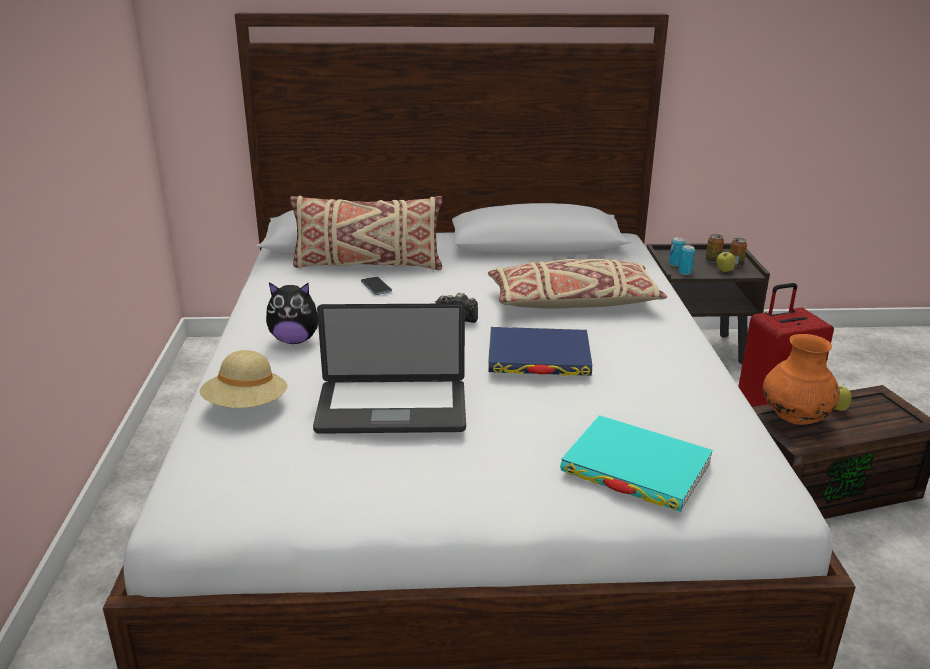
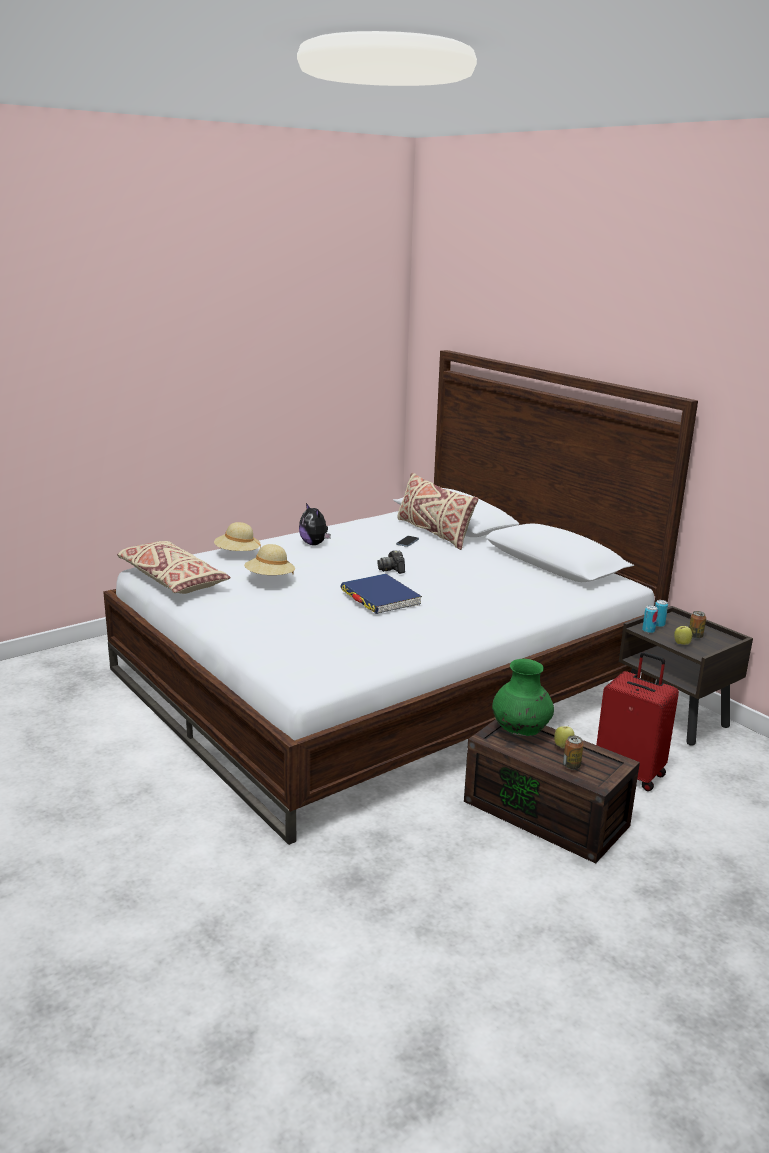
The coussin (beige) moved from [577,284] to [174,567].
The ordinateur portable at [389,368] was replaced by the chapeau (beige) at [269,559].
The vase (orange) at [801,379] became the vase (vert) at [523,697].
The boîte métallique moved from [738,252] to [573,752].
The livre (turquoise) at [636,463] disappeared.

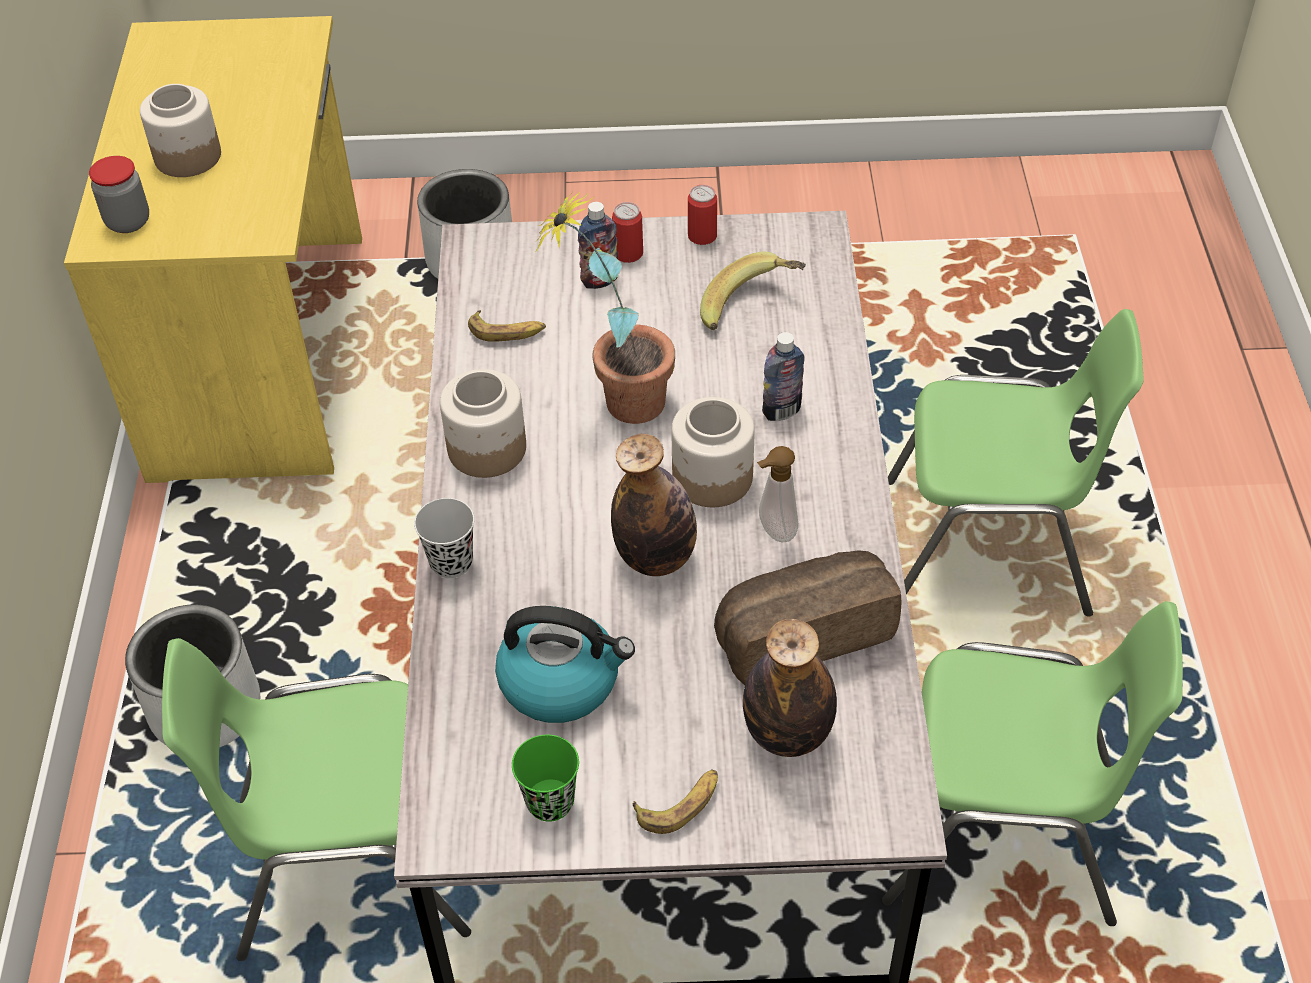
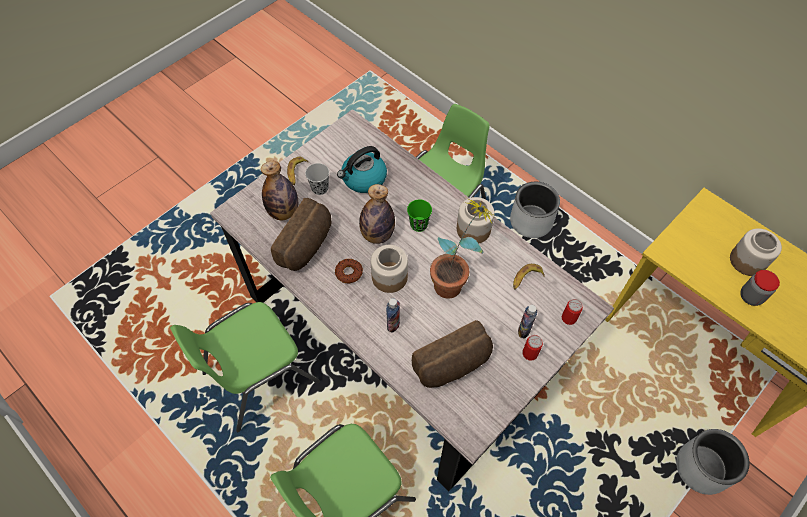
The tasse (noir) moved from [444,538] to [317,179].
The distributeur de savon at [777,494] was replaced by the beignet at [349,270].
The tasse (vert) moved from [545,778] to [419,215].
The banane at [753,291] was replaced by the pain at [452,354].
The boîte métallique moved from [702,215] to [572,312].
The bocal moved from [119,194] to [760,288].

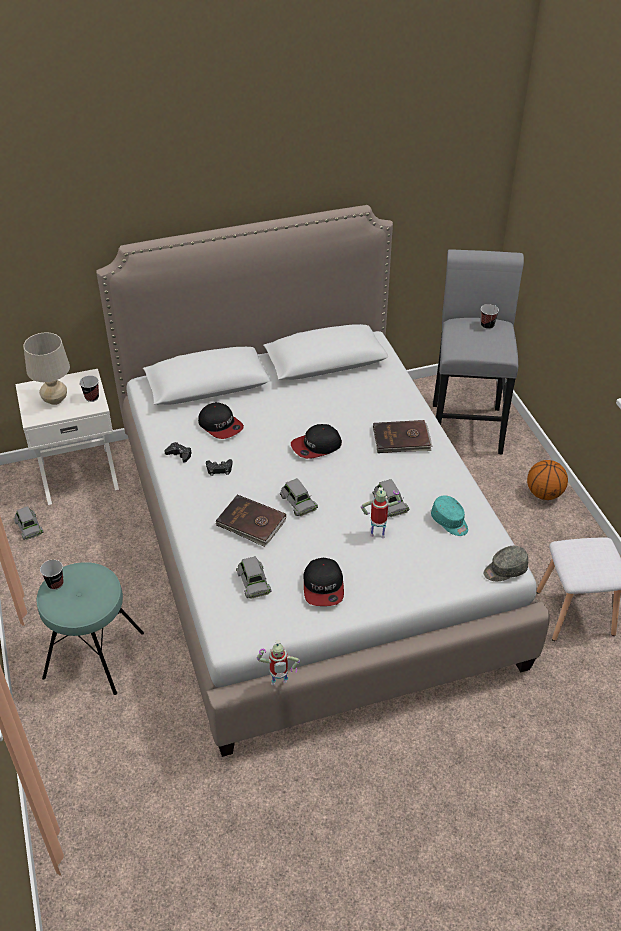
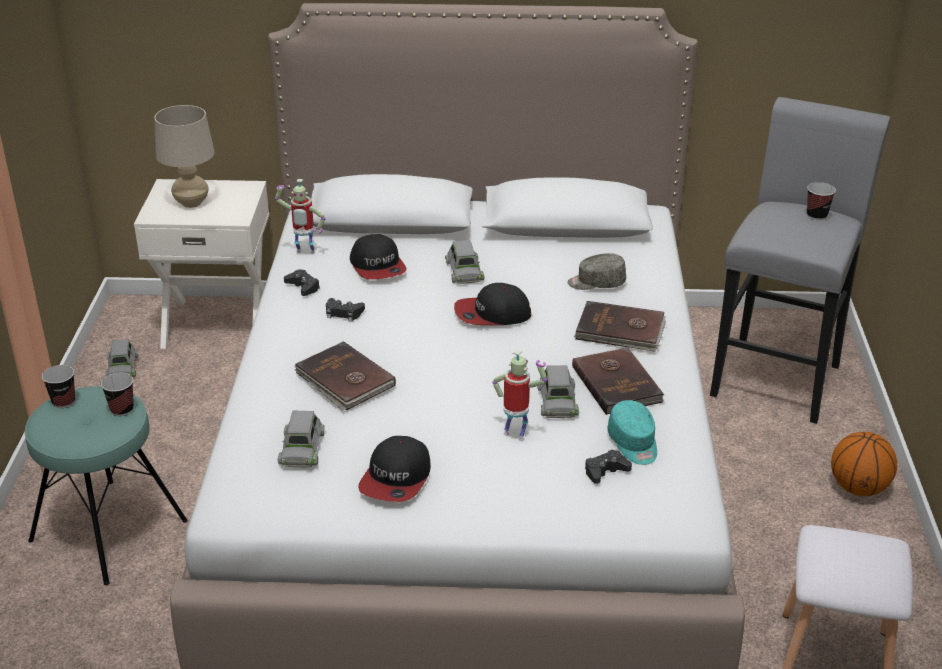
The tasse moved from [89,389] to [117,394].
The robot jouet moved from [278,662] to [300,216].
The petite voiture (gris) moved from [299,497] to [465,262].
The casquette (gris) moved from [506,563] to [597,271].
The livre (marron) at [618,381] appeared.
The manette (noir) at [608,466] appeared.

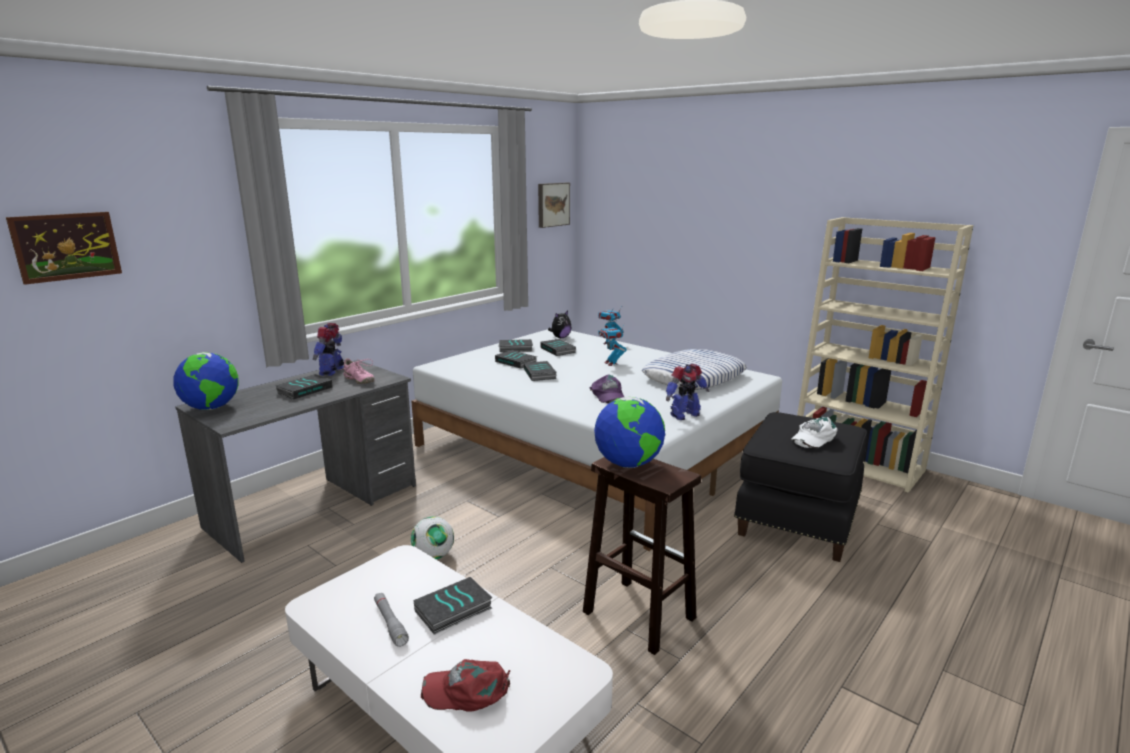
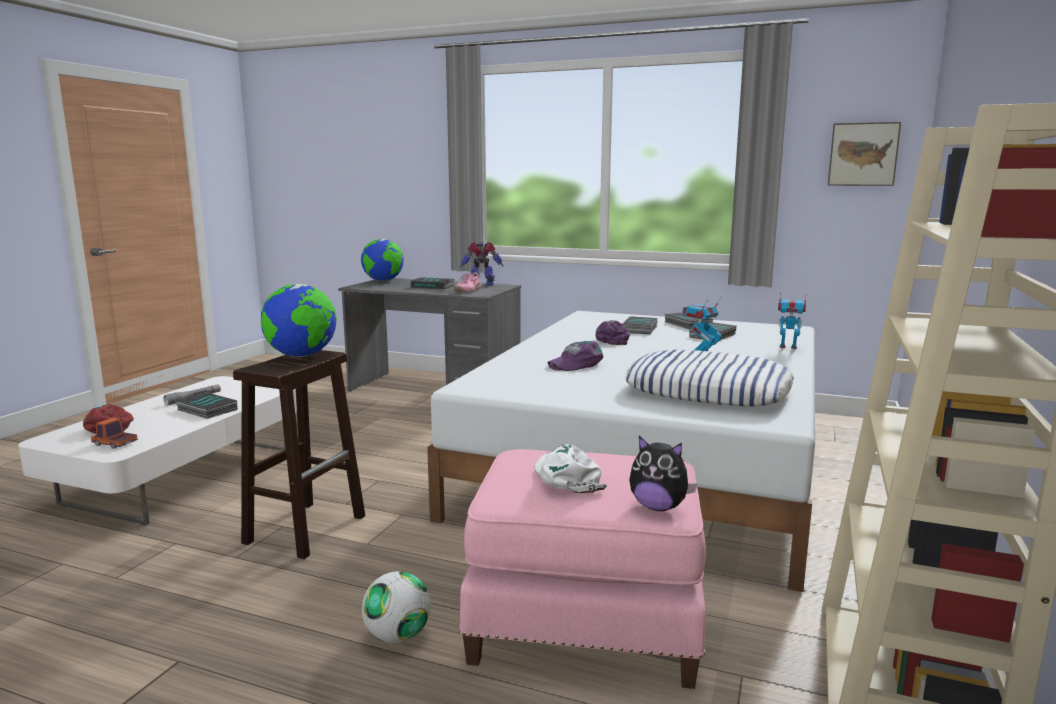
The camion jouet at [114,433] appeared.
The ballon de foot moved from [432,537] to [396,607].
The pouf (noir) at [800,487] became the pouf (rose) at [582,569].
The casquette (blanc) at [814,432] turned 45 degrees clockwise.
The livre at [540,371] was replaced by the casquette (violet) at [612,332].
The peluche moved from [560,324] to [663,473].
The tableau at [64,248] disappeared.
The robot jouet at [687,392] disappeared.

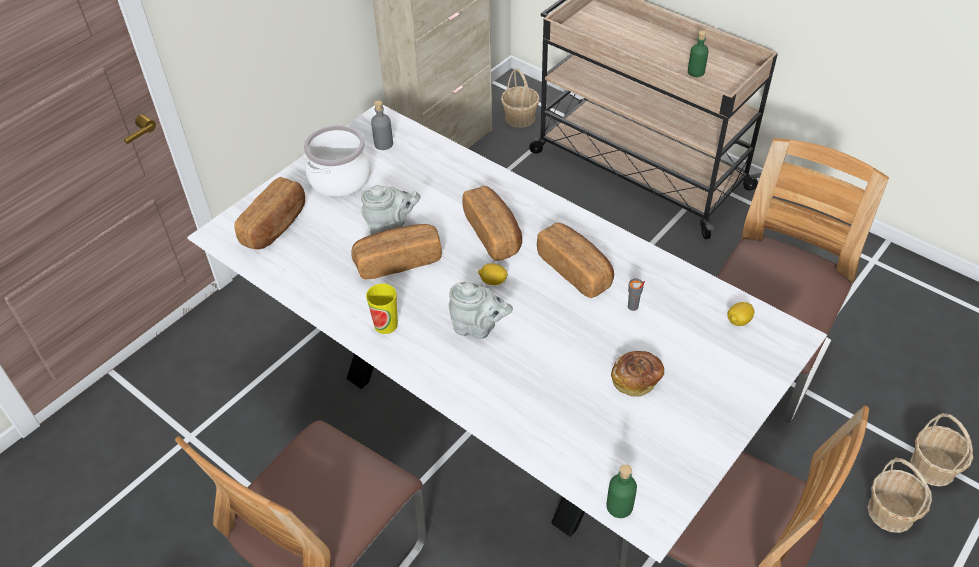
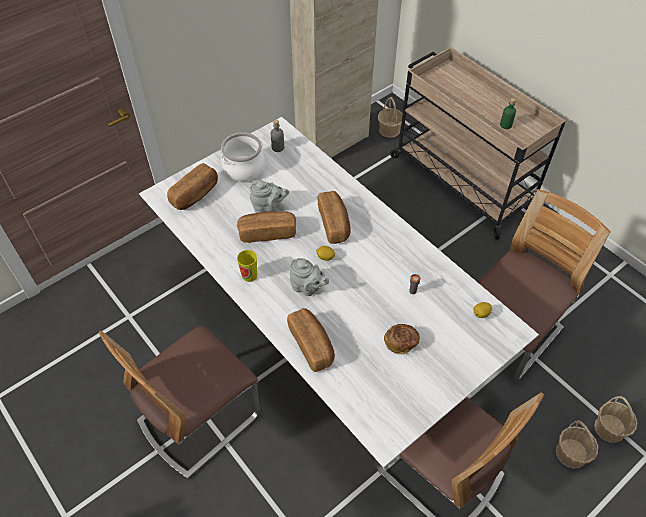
The pain moved from [575,260] to [311,340].
The bouteille (vert) at [621,491] disappeared.

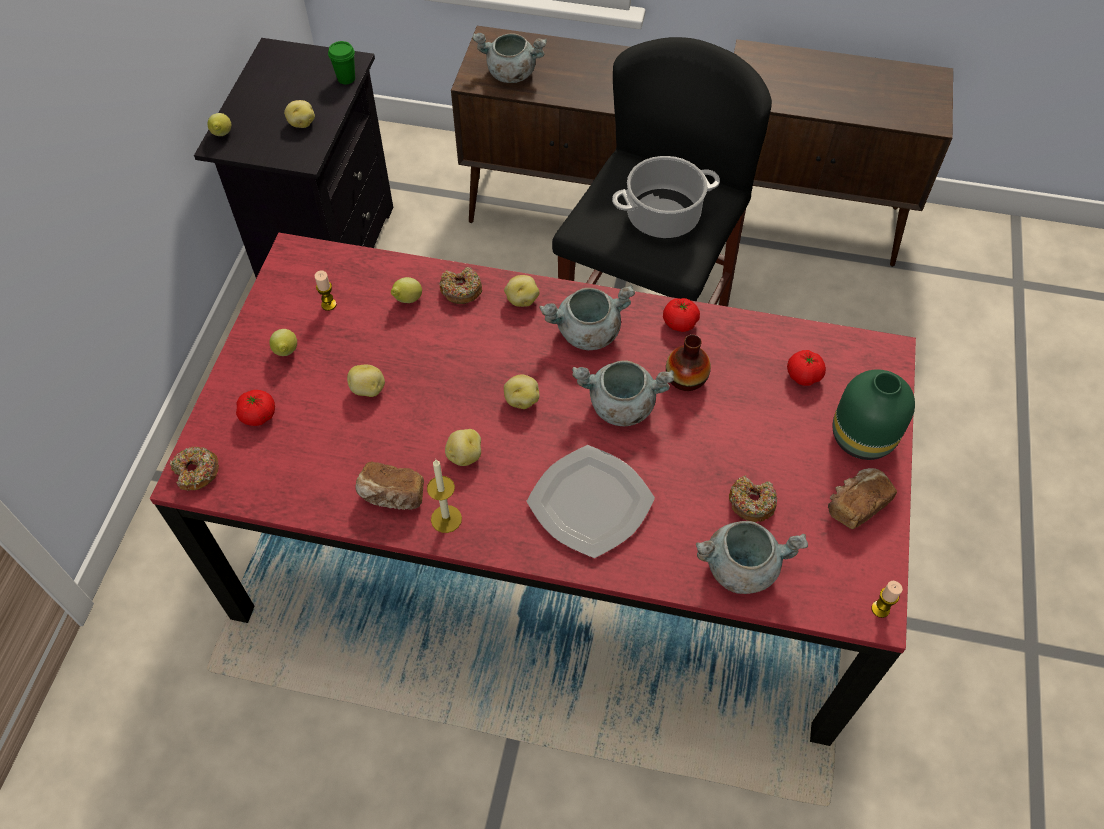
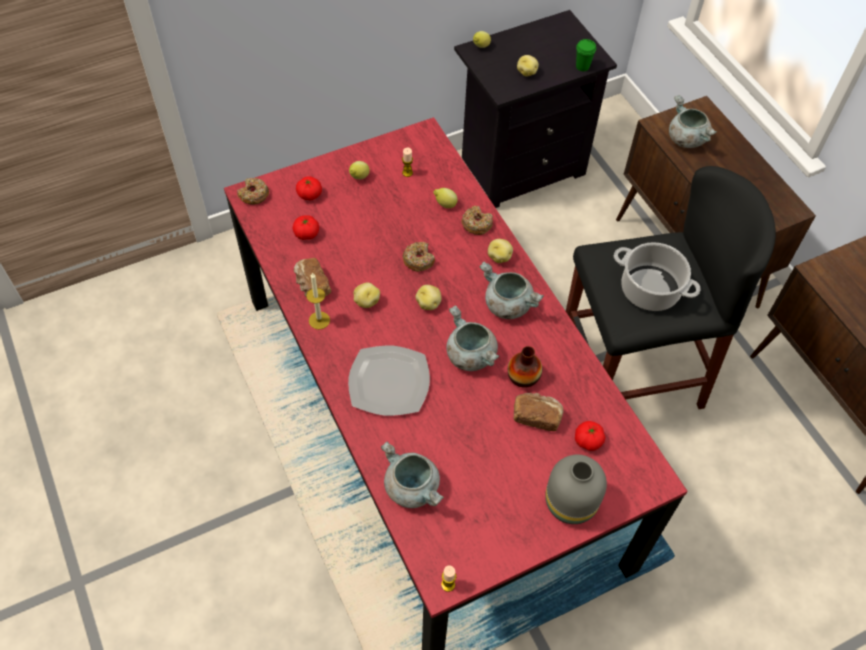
The tomate moved from [681,315] to [305,227].
The beignet moved from [753,498] to [419,257].
The pain moved from [862,498] to [539,412].
The vase (vert) at [873,414] became the vase (gris) at [576,489].
The pomme de terre at [366,381] disappeared.

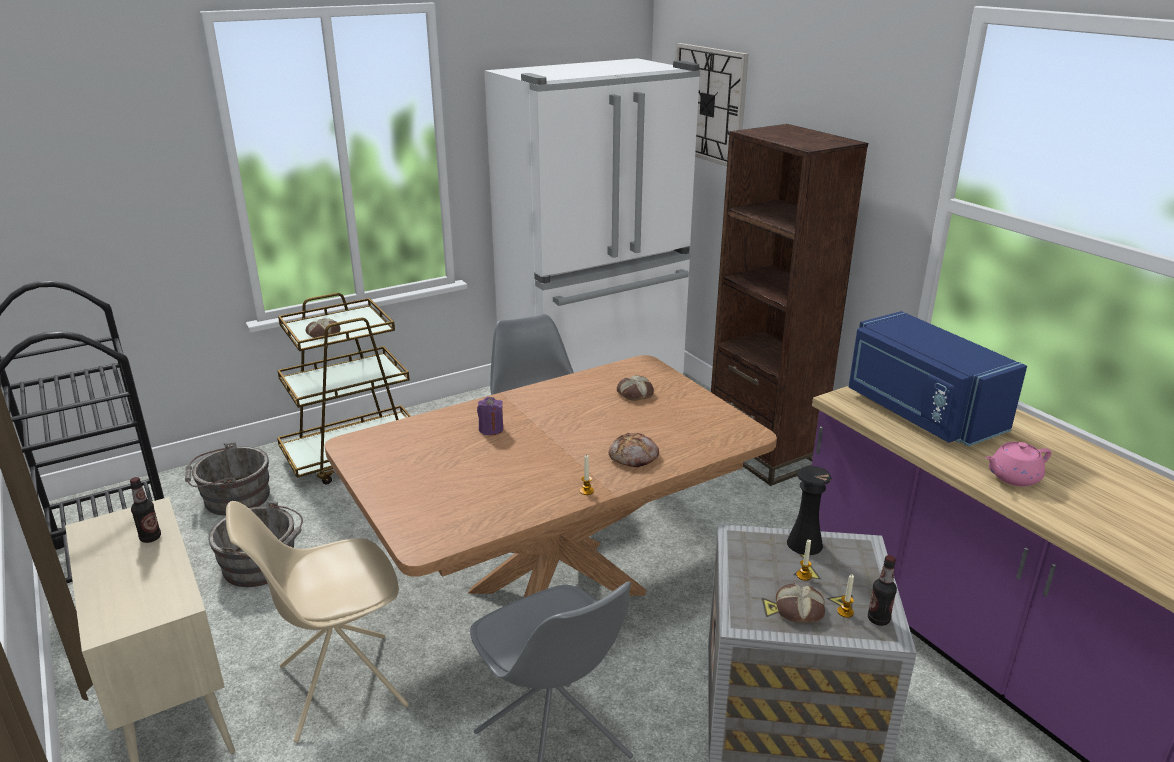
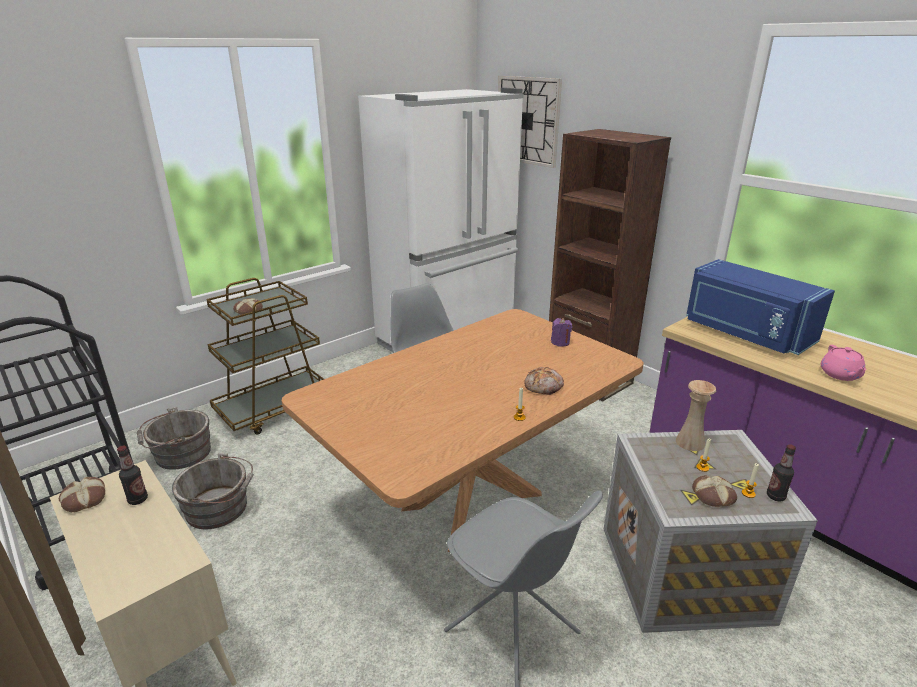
The pain moved from [635,388] to [82,494].
The bougie (violet) moved from [490,416] to [561,332].
The vase (noir) at [809,510] became the vase (beige) at [696,415].
The théière (rose) at [1018,464] turned 60 degrees counterclockwise.
The chaise (beige) at [317,622] disappeared.

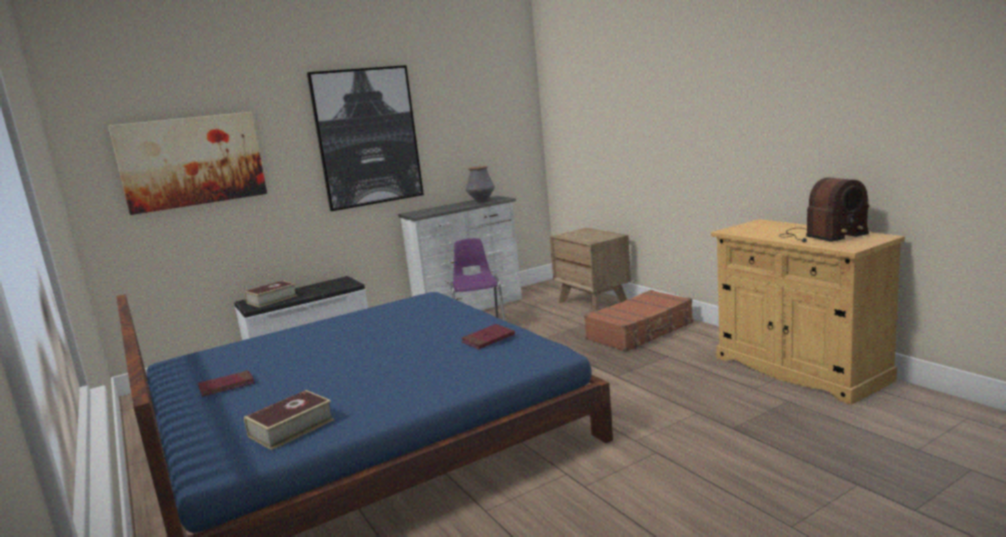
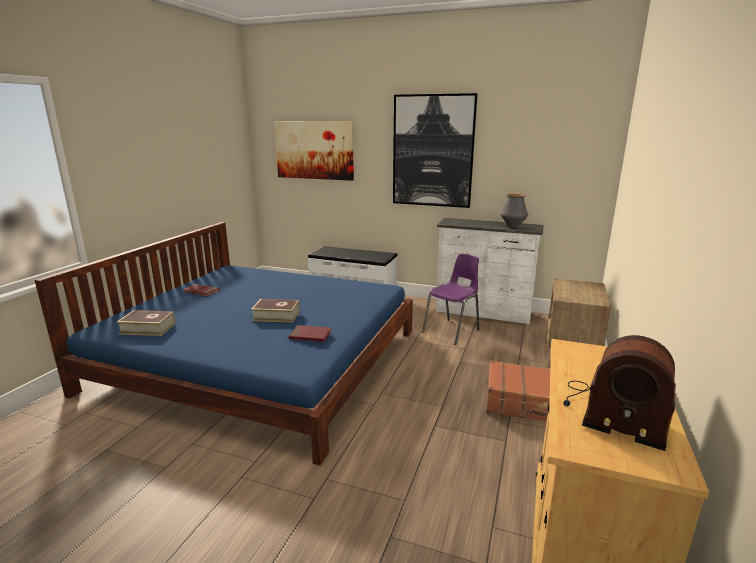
The livre moved from [270,294] to [275,310].

